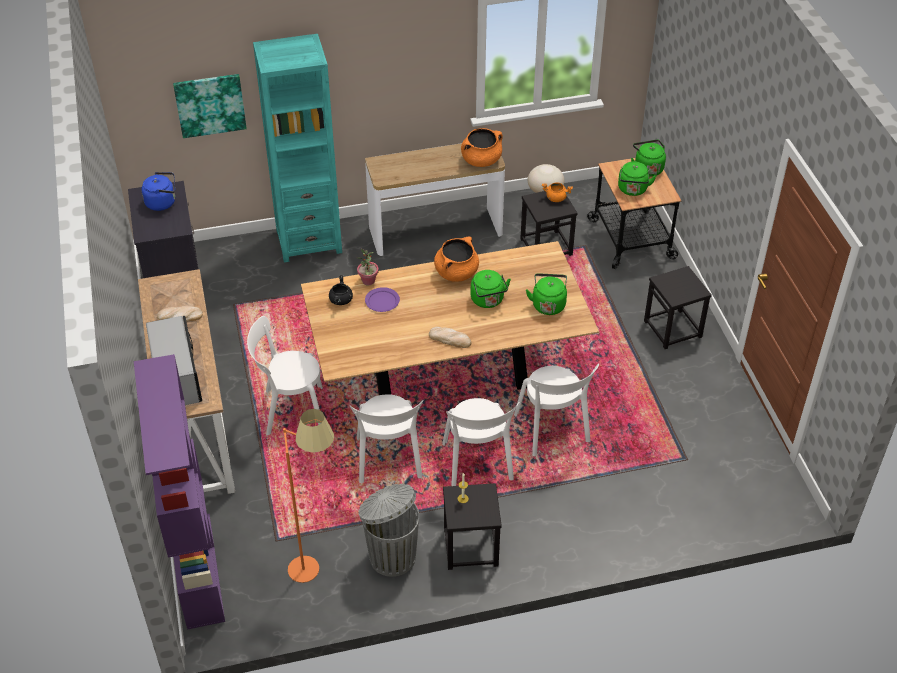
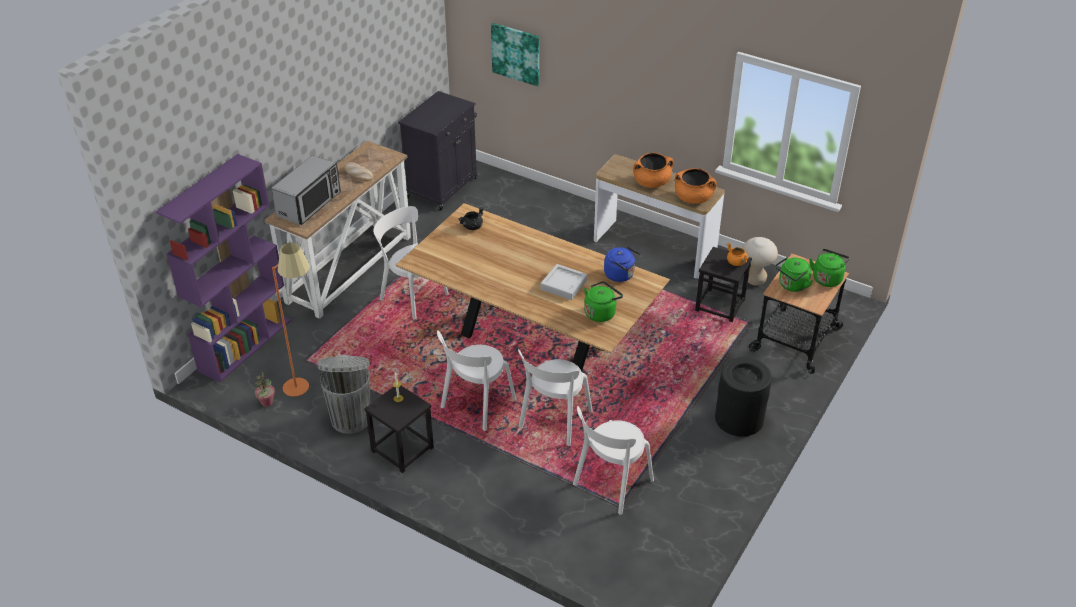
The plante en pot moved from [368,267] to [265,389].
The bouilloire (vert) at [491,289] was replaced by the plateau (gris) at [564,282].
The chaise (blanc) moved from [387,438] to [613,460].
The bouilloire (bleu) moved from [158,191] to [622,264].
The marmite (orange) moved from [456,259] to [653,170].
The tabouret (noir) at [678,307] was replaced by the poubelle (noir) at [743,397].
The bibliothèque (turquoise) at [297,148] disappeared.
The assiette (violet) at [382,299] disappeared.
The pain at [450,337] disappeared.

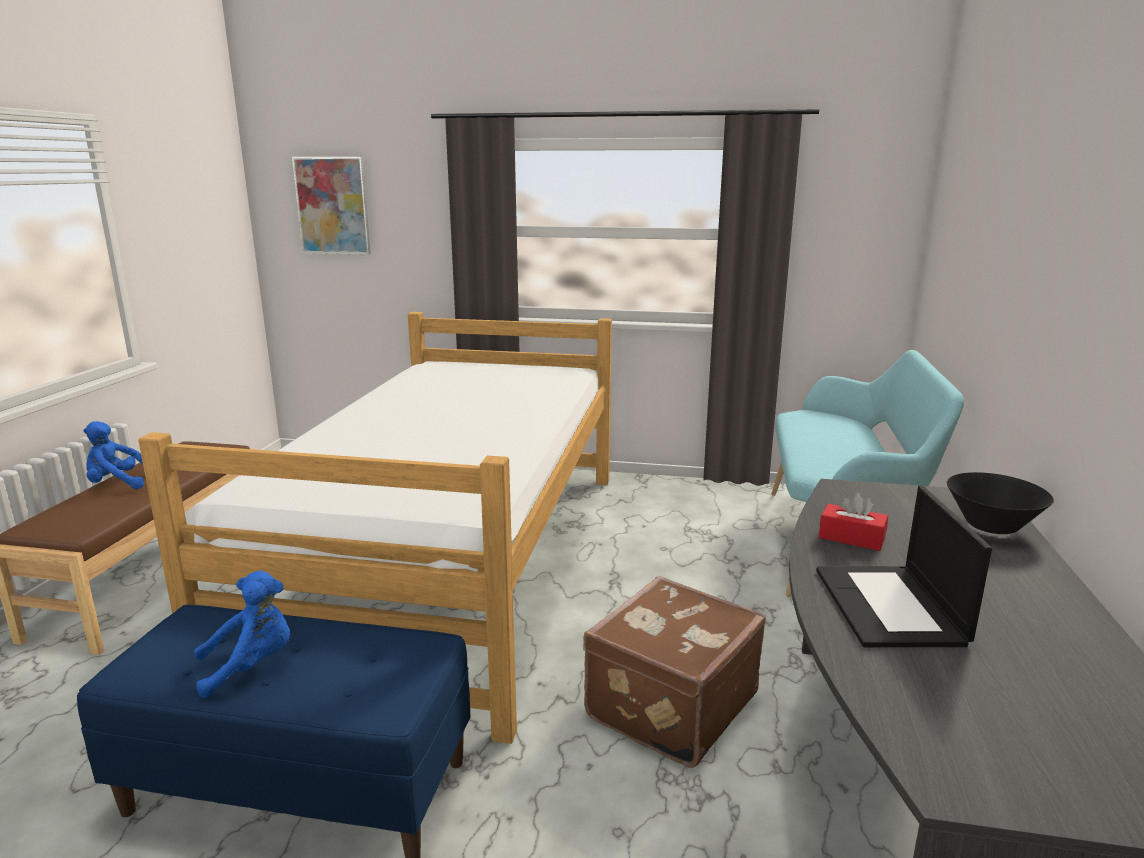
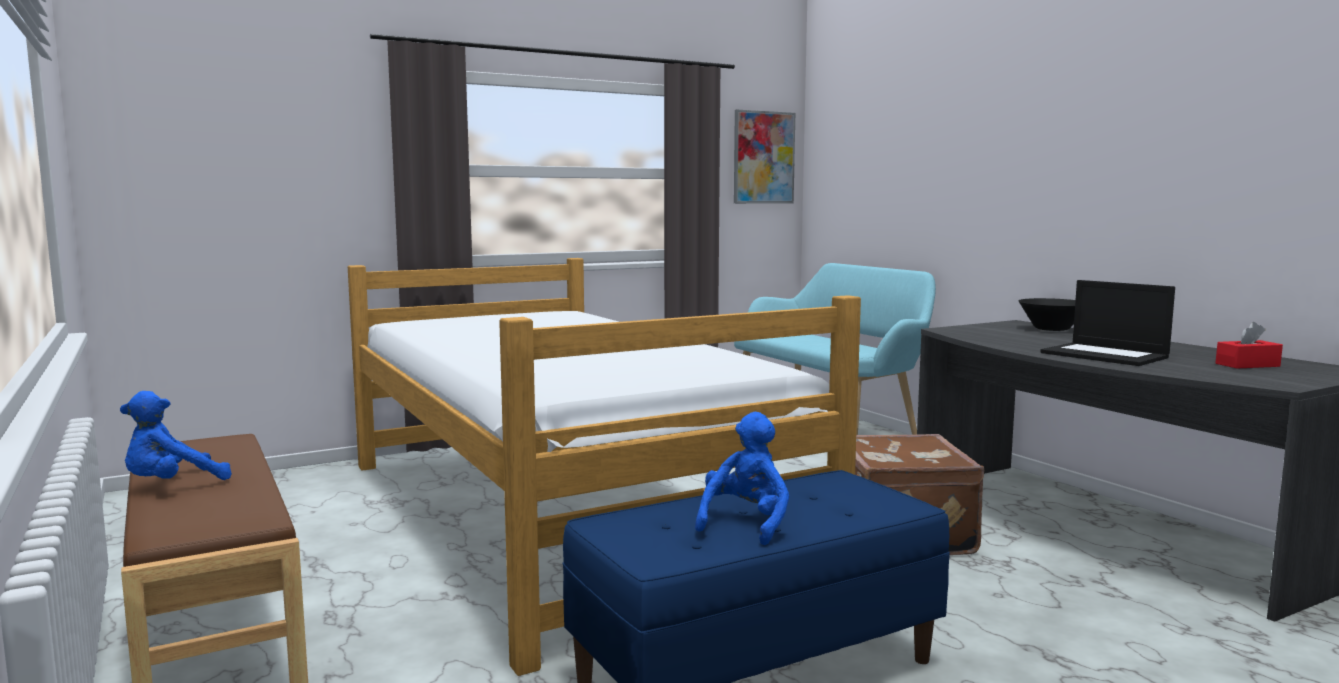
The tableau moved from [331,206] to [764,157].
The boîte à mouchoirs (rouge) moved from [853,522] to [1249,345].

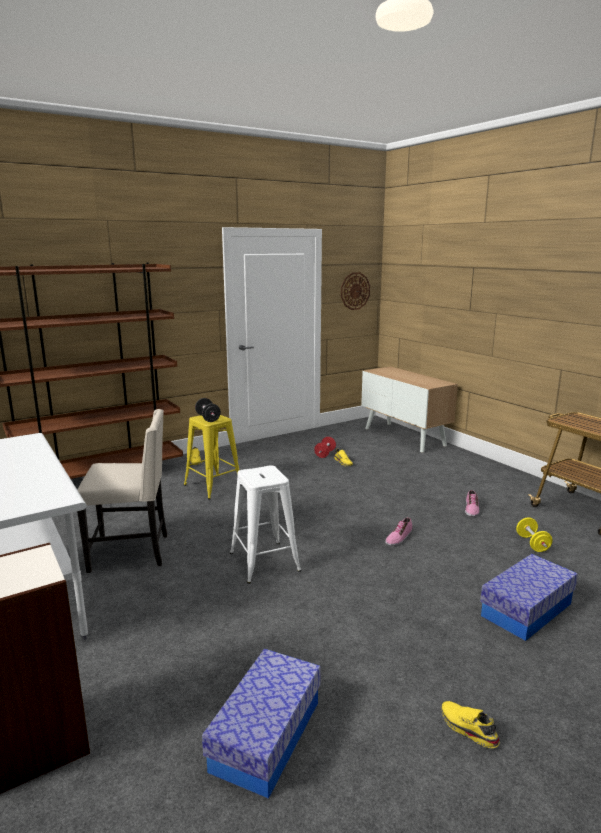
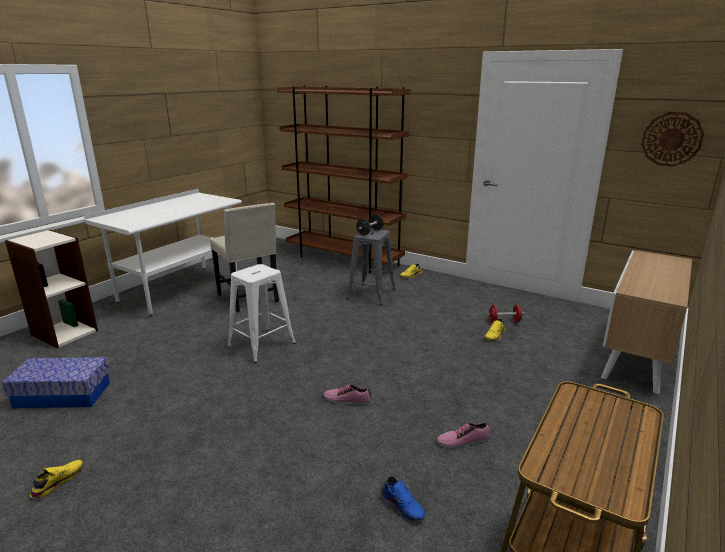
The tabouret (jaune) at [211,457] became the tabouret (gris) at [371,267].
The haltère (jaune) at [534,534] was replaced by the chaussure (bleu) at [403,499].
The boîte de rangement at [529,597] disappeared.

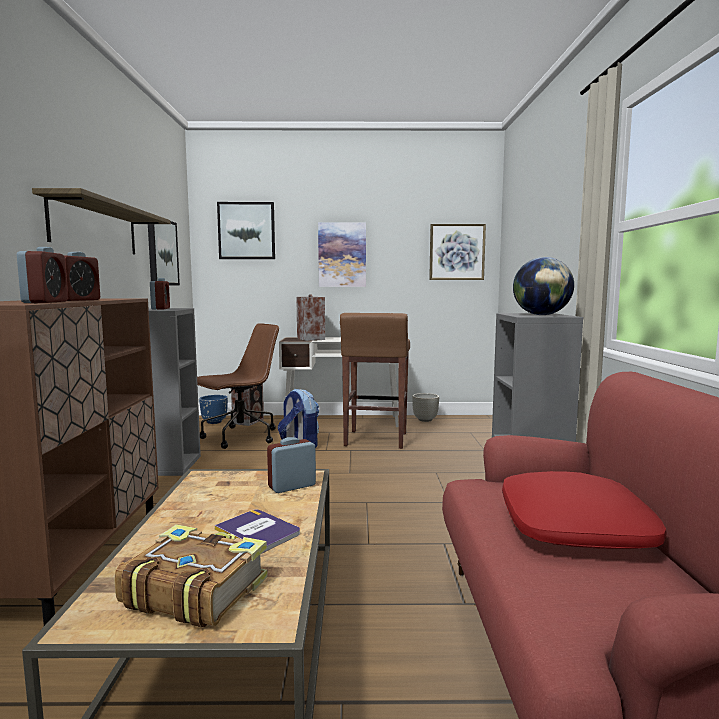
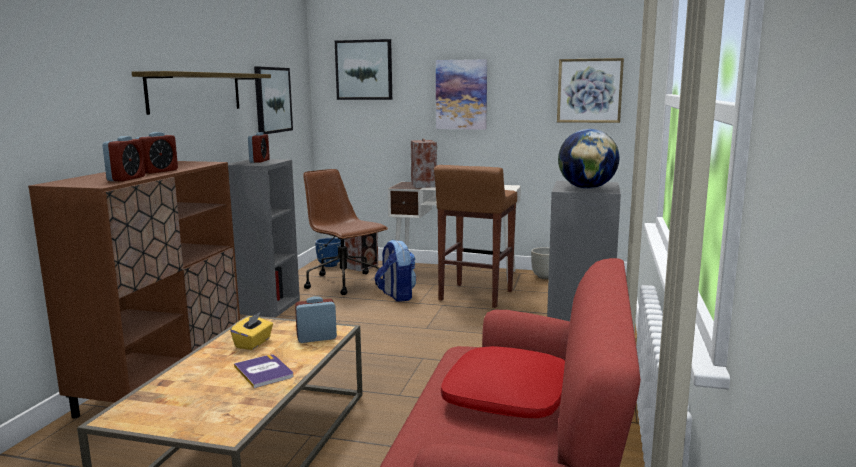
The boîte à mouchoirs (jaune) at [251,331] appeared.
The chaise de bureau (marron) at [238,386] turned 105 degrees counterclockwise.
The livre at [191,575] disappeared.

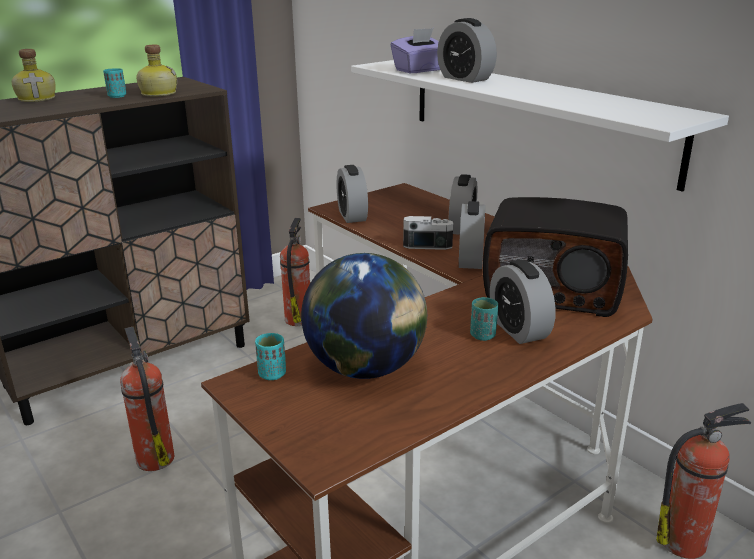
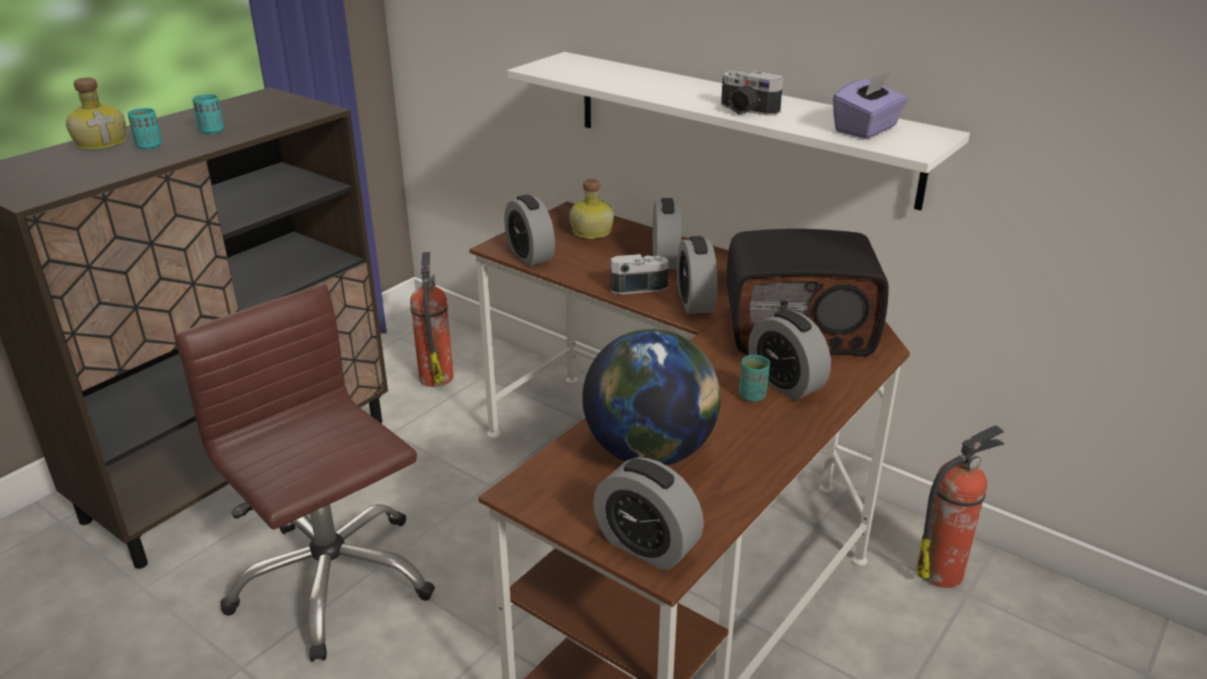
The tasse (turquoise) moved from [270,356] to [145,129].
The extincteur at [147,399] was replaced by the chaise de bureau (marron) at [304,472].
The bouteille moved from [156,70] to [591,209].
The réveil moved from [467,50] to [648,514].
The appareil photo at [752,93] appeared.
The boîte à mouchoirs (violet) moved from [415,50] to [870,105].

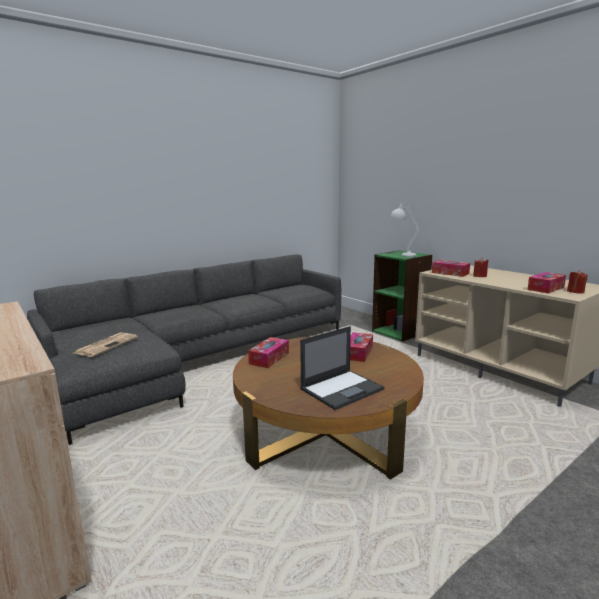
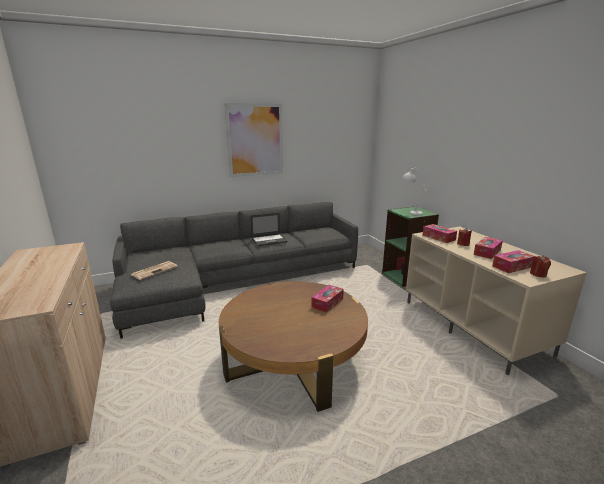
The tableau at [254,140] appeared.
The ordinateur portable moved from [342,368] to [268,229].
The boîte à mouchoirs moved from [268,352] to [488,248].

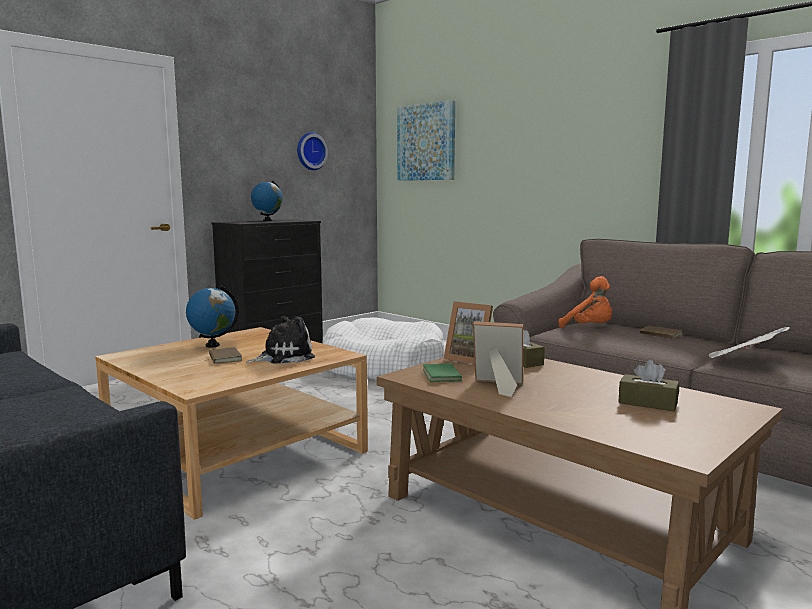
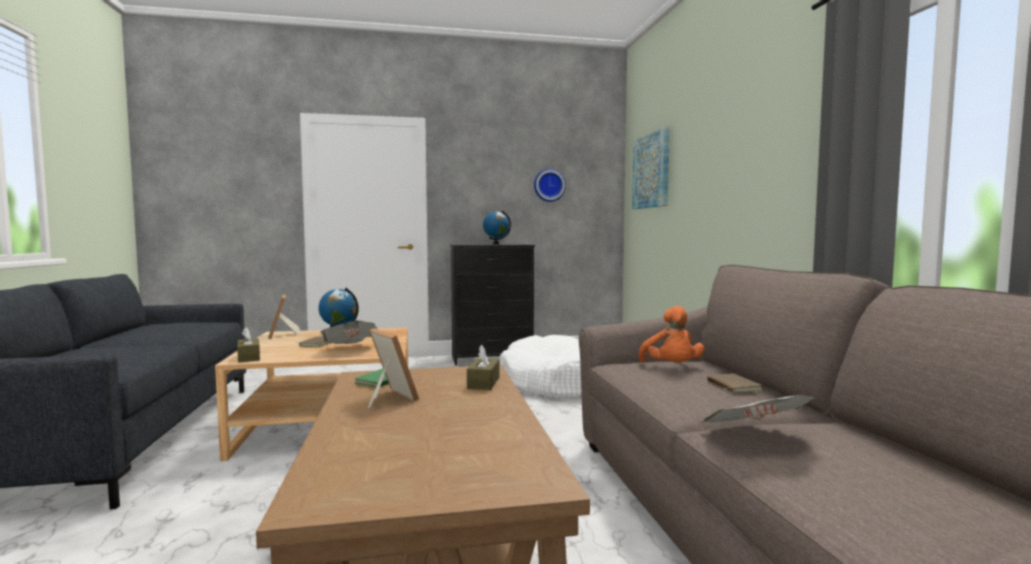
The boîte à mouchoirs (marron) moved from [648,385] to [248,345].
The cadre photo moved from [468,332] to [284,316].
The peluche at [280,340] was replaced by the journal at [349,332].

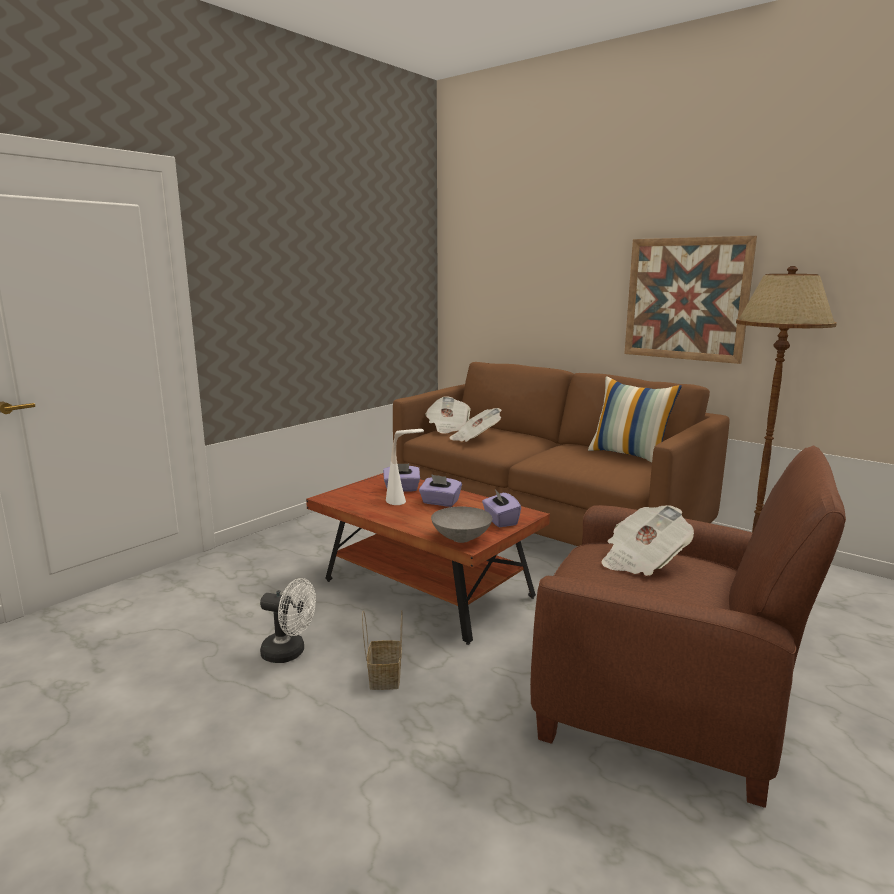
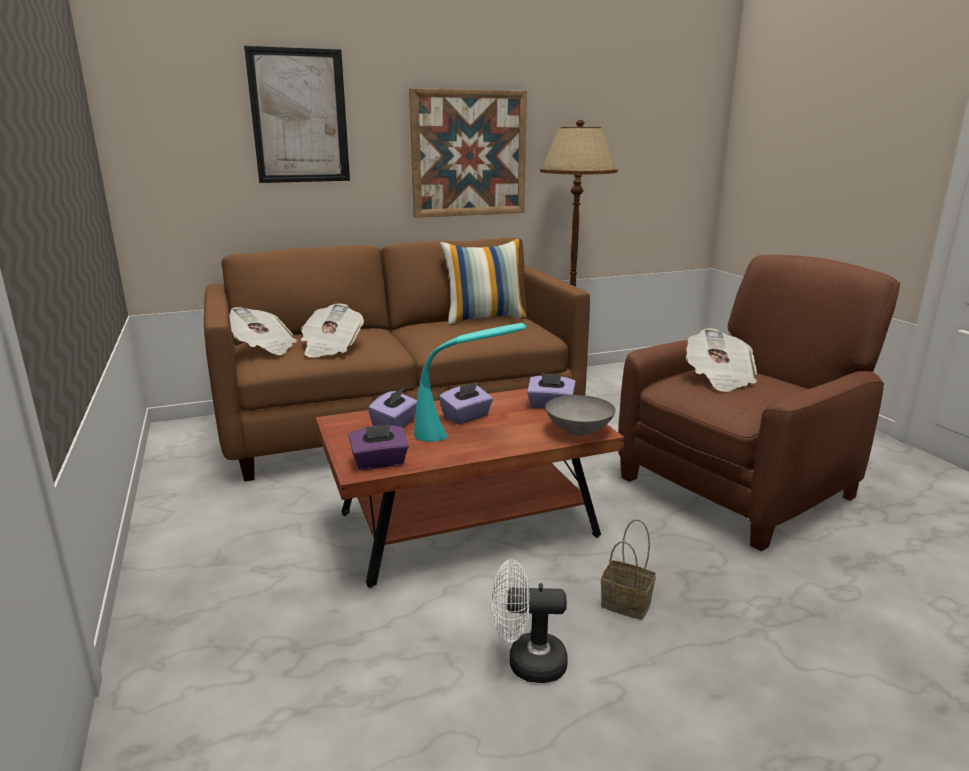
The tableau at [297,114] appeared.
The boîte à mouchoirs (violet) at [378,447] appeared.
The lampe de table (blanc) at [405,467] became the lampe de table (turquoise) at [470,382].
The ventilateur (blanc) at [288,620] turned 135 degrees counterclockwise.

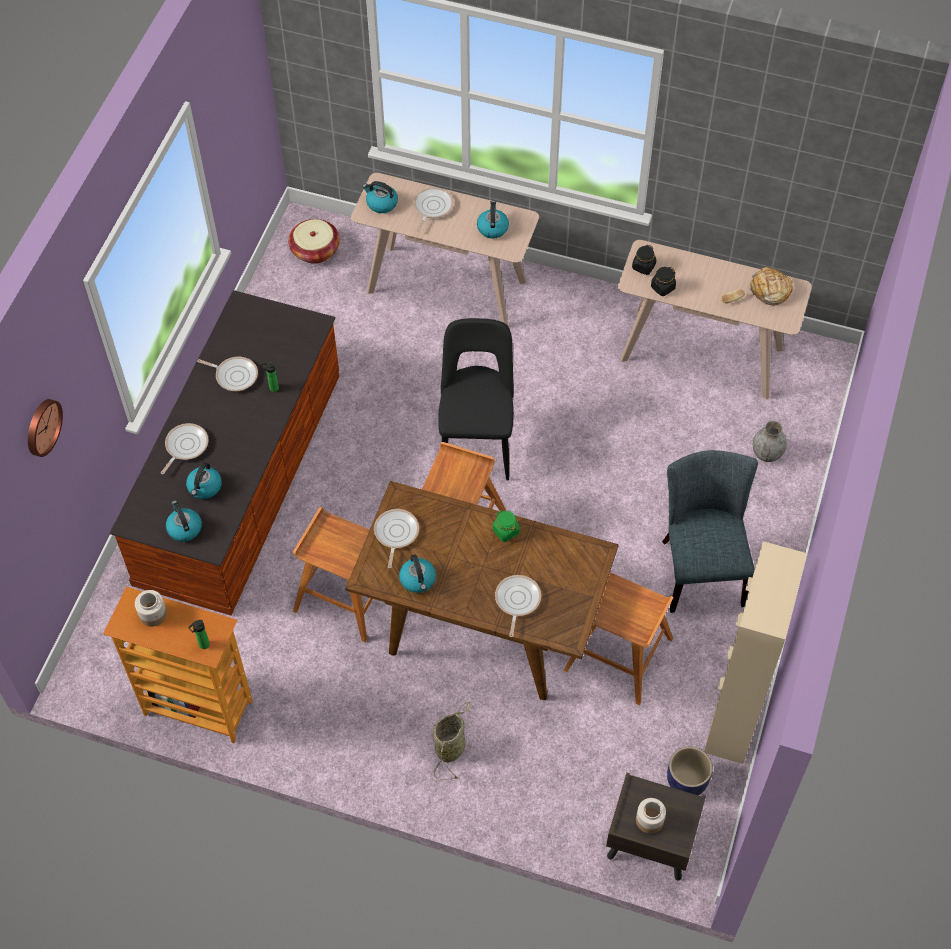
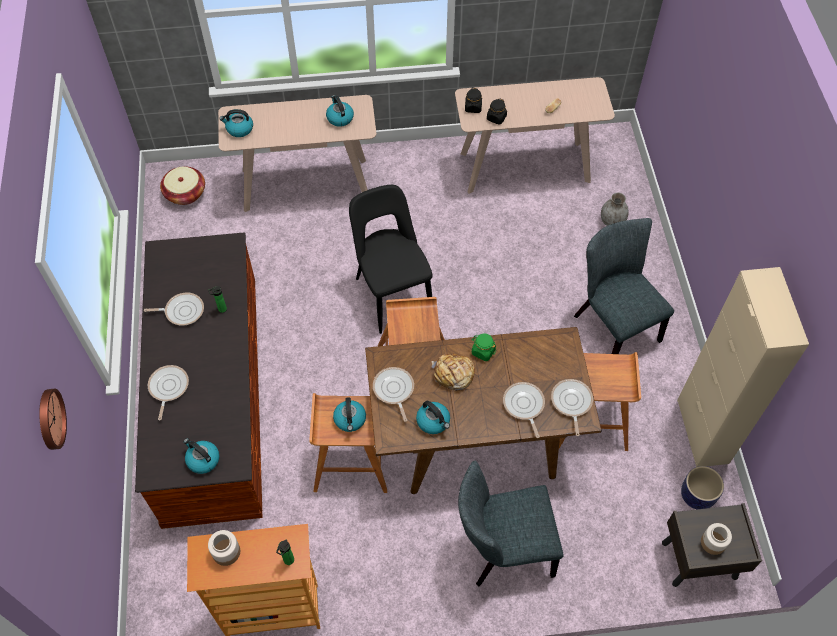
The bouilloire moved from [204,480] to [349,414].
The pain moved from [771,286] to [453,372].
The panier at [451,741] was replaced by the chaise (gris) at [511,523].
The poêle moved from [433,209] to [572,407].

